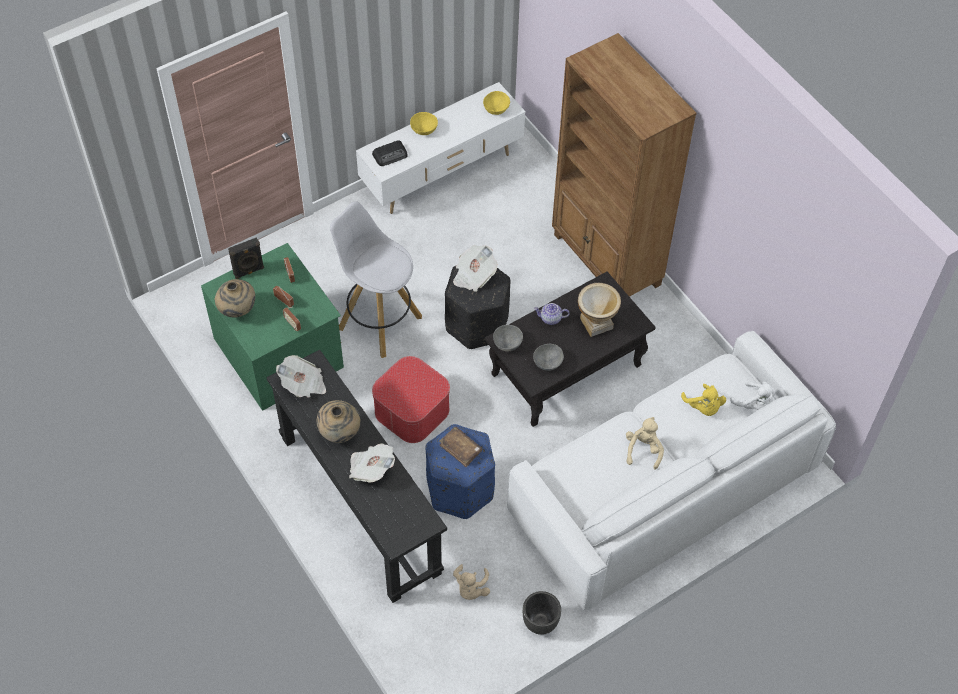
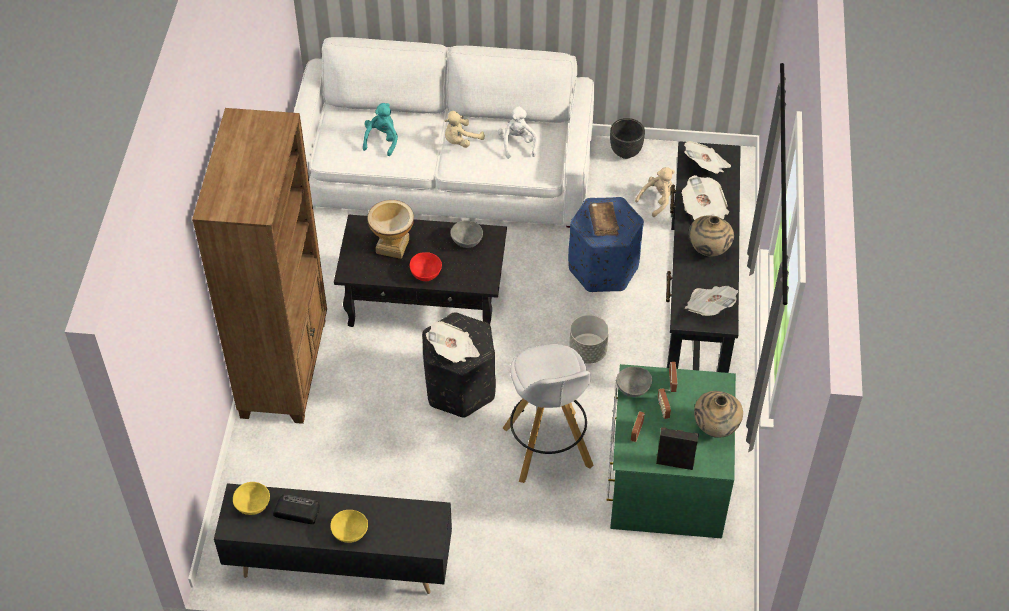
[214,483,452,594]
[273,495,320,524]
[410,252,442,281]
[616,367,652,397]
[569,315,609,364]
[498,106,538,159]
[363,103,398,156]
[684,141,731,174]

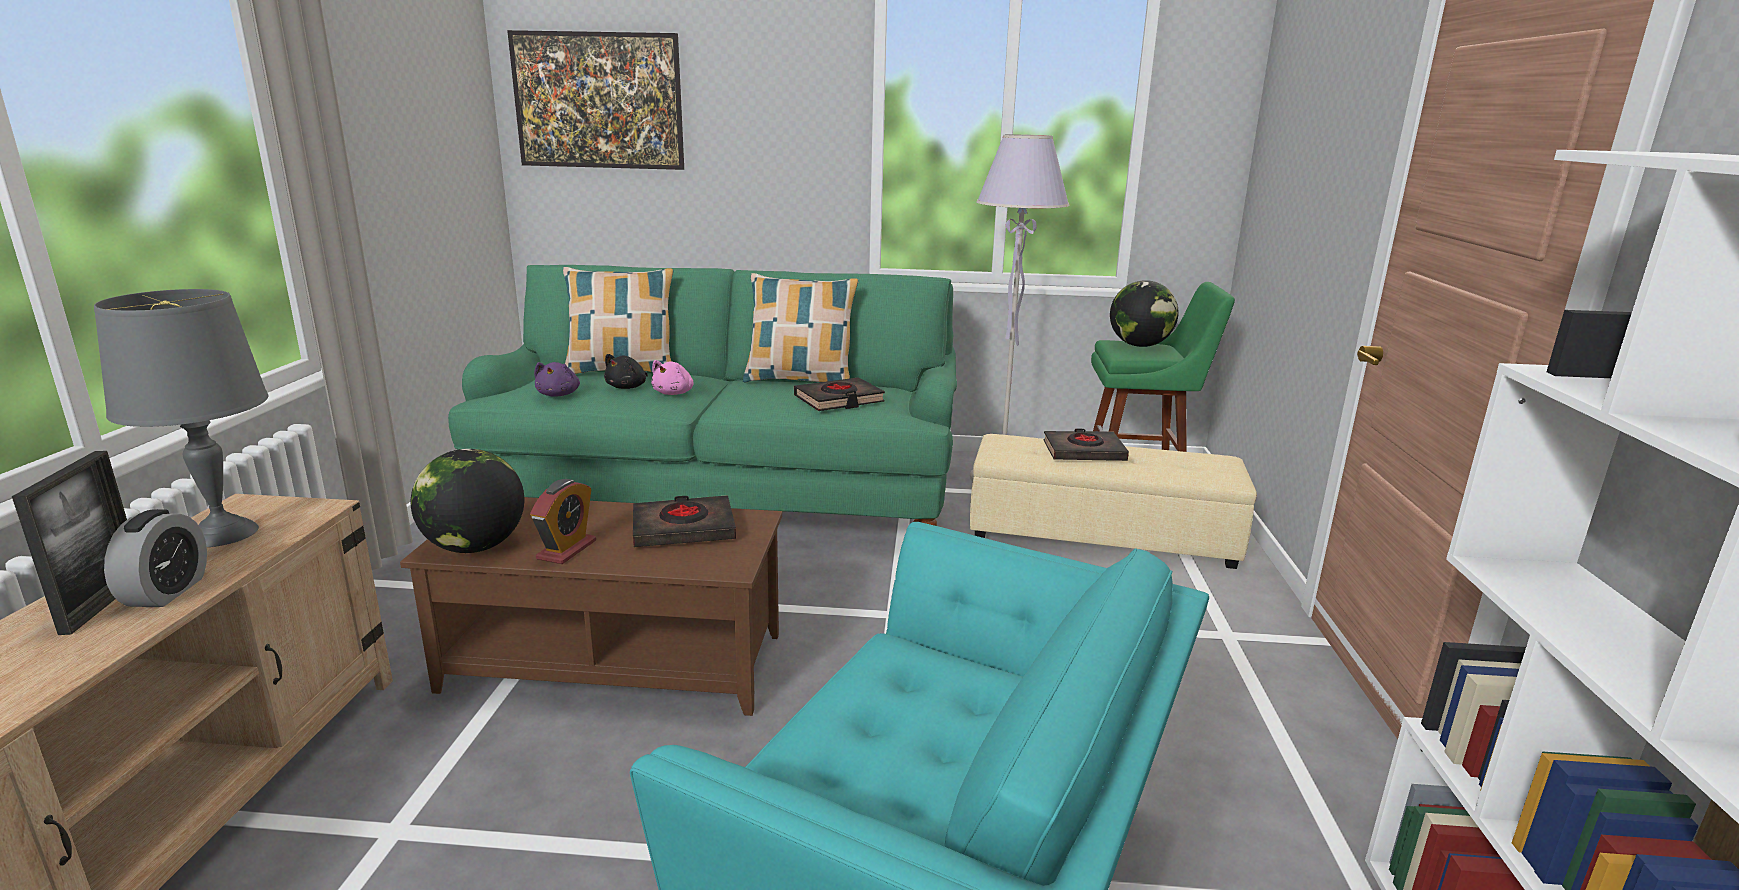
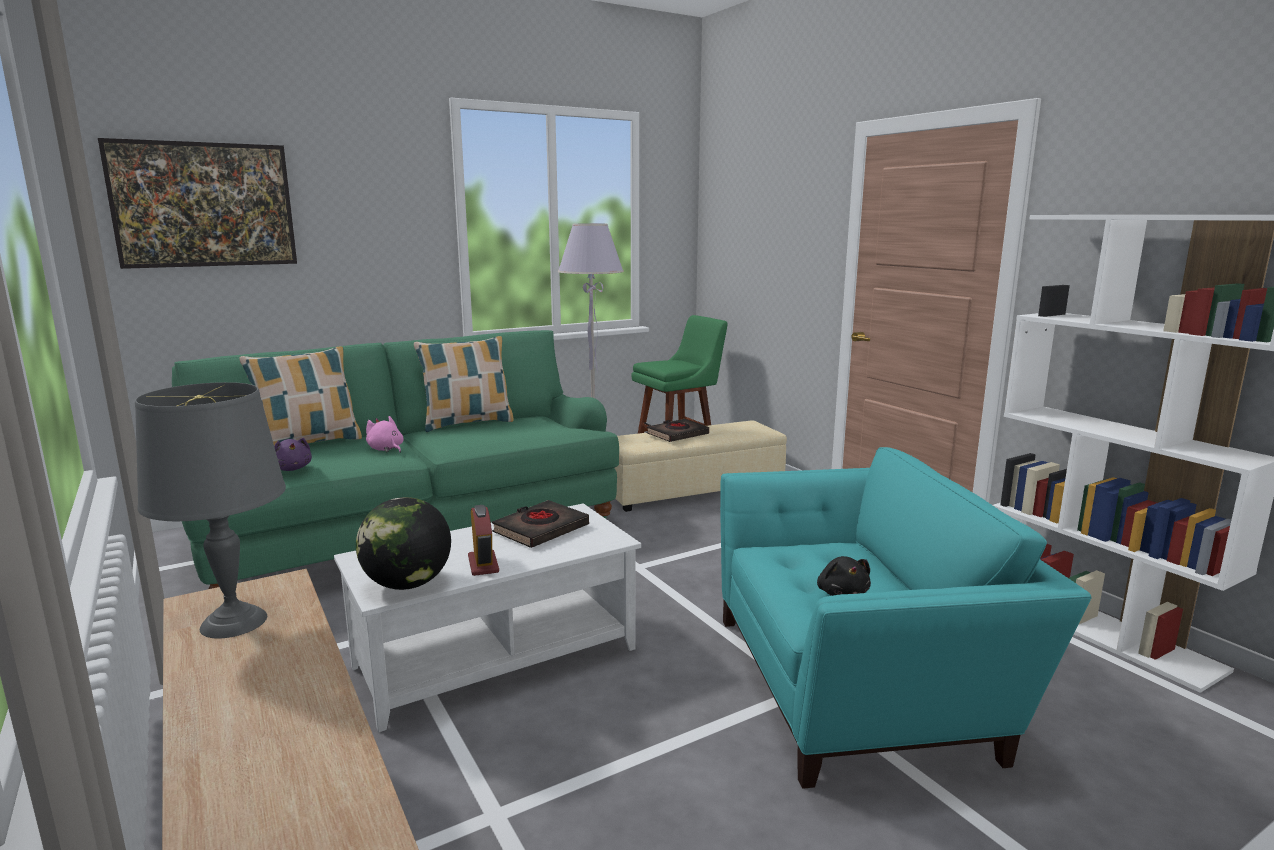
[1110,280,1179,347] (first image)
[817,556,871,596]
[366,416,404,453]
[794,377,885,411] (first image)
[12,451,127,635] (first image)
[334,503,641,732]
[104,509,207,607] (first image)

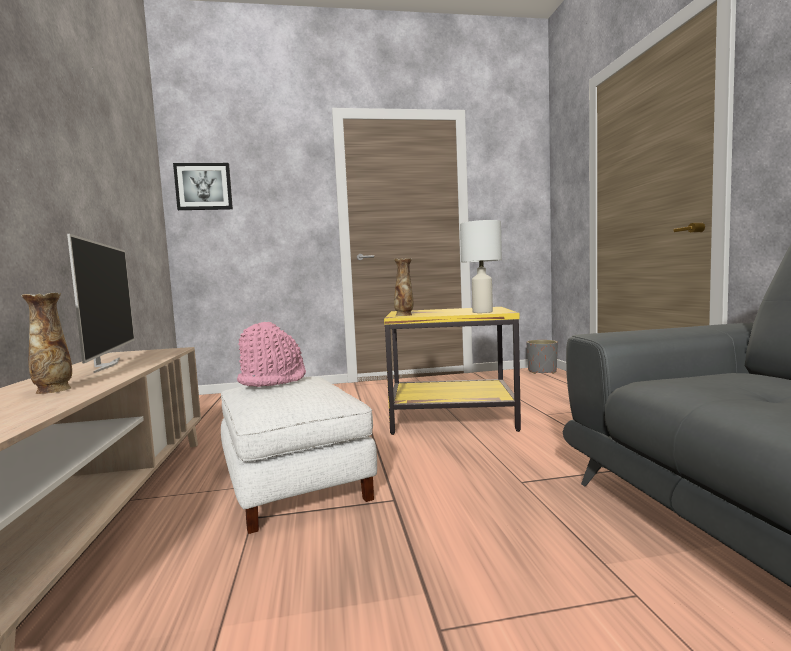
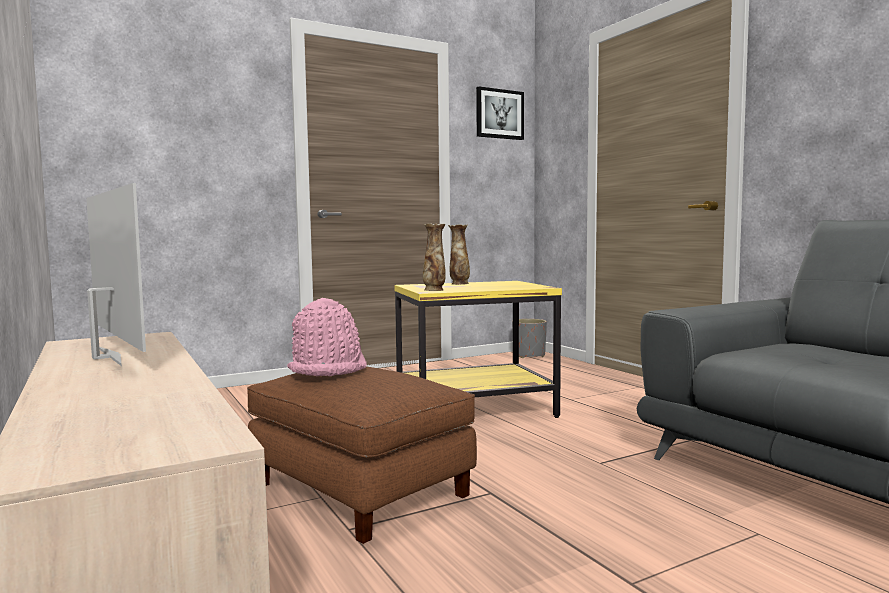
[476,86,524,140]
[460,220,502,313] (first image)
[448,224,470,285]
[247,366,477,544]

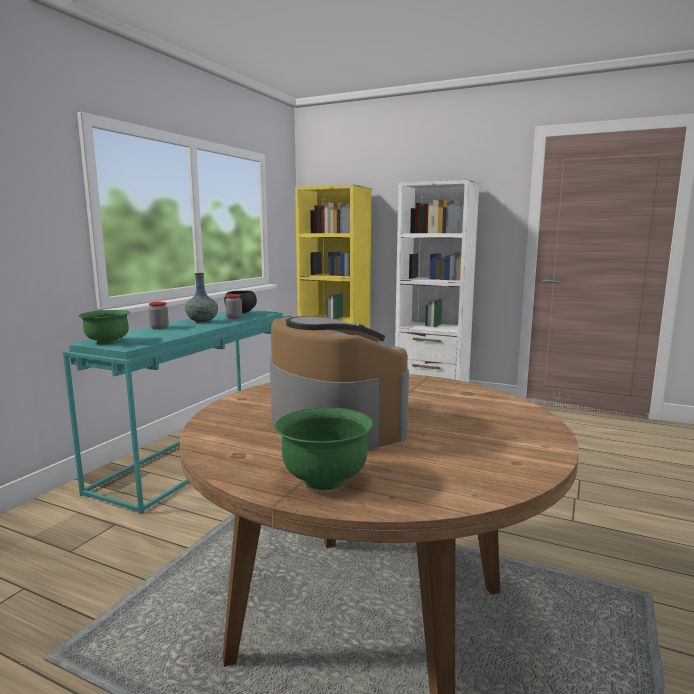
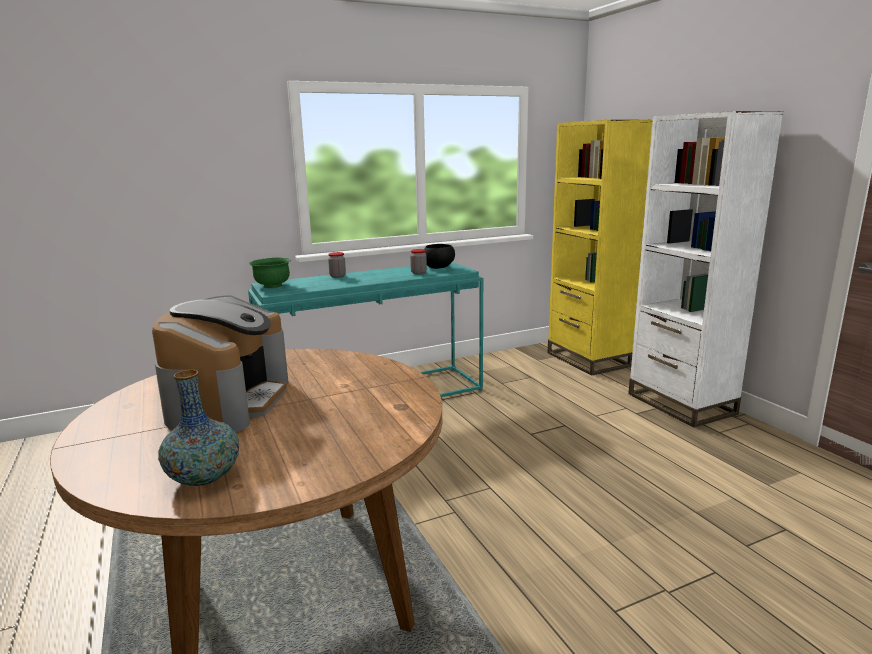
[158,370,239,486]
[274,407,373,490] (first image)

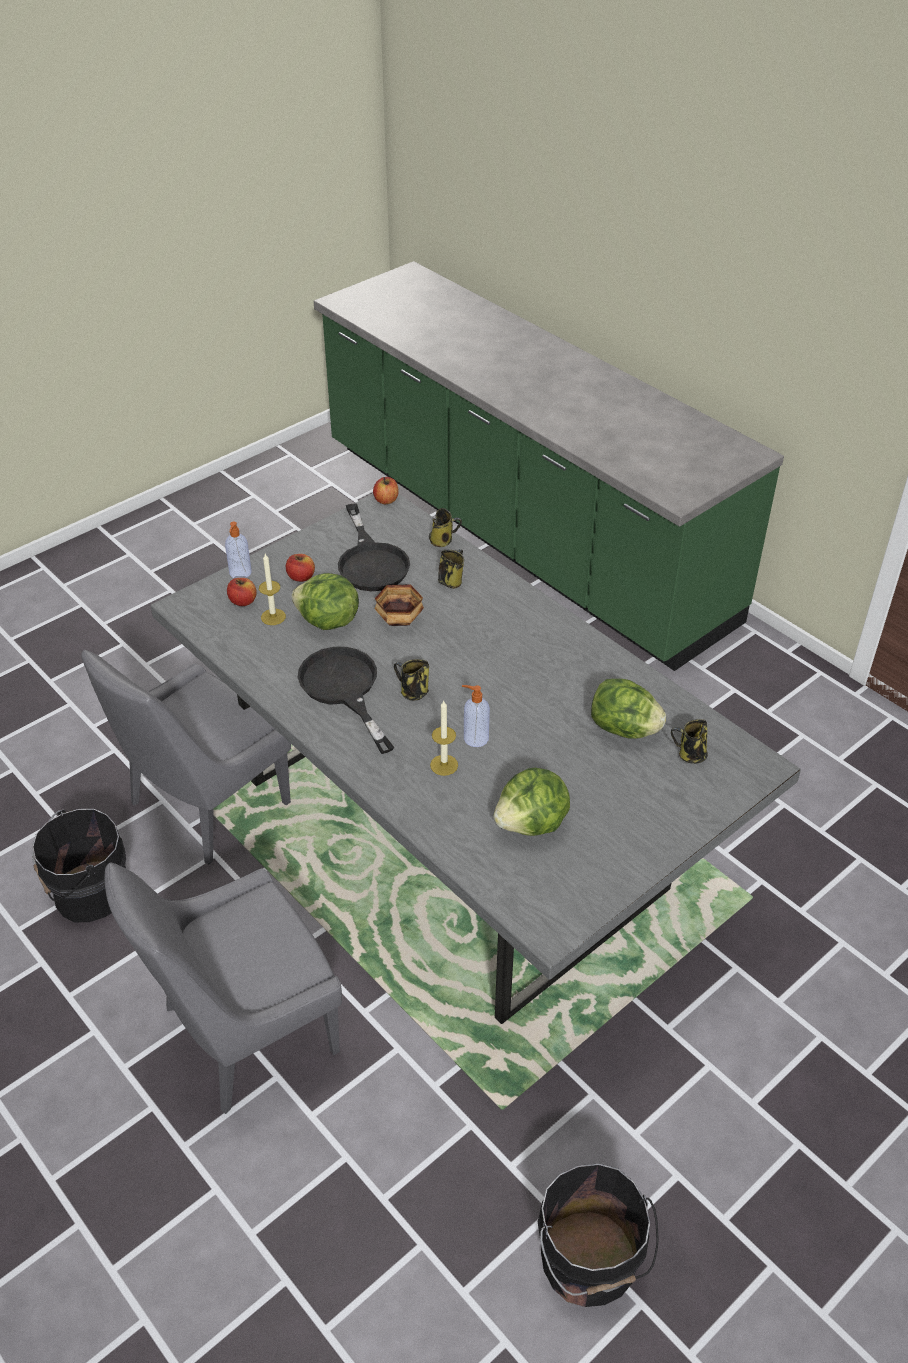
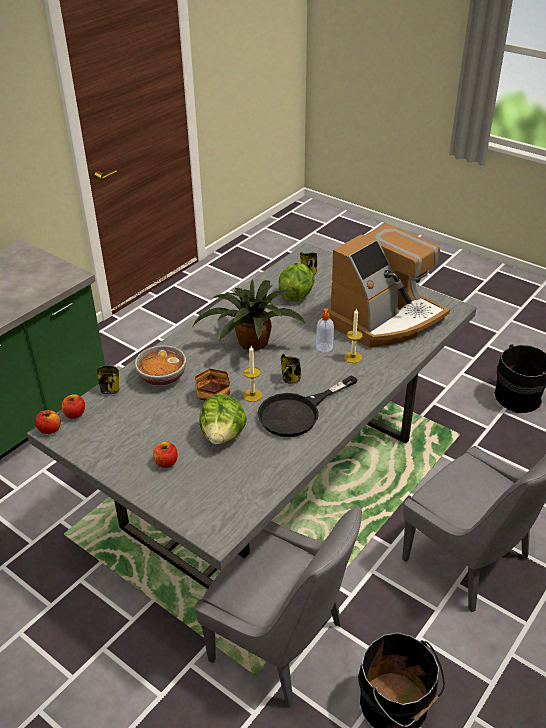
[338,503,410,591] (first image)
[225,522,252,578] (first image)
[135,345,186,386]
[243,346,263,402]
[62,394,85,419]
[328,223,450,348]
[193,279,306,351]

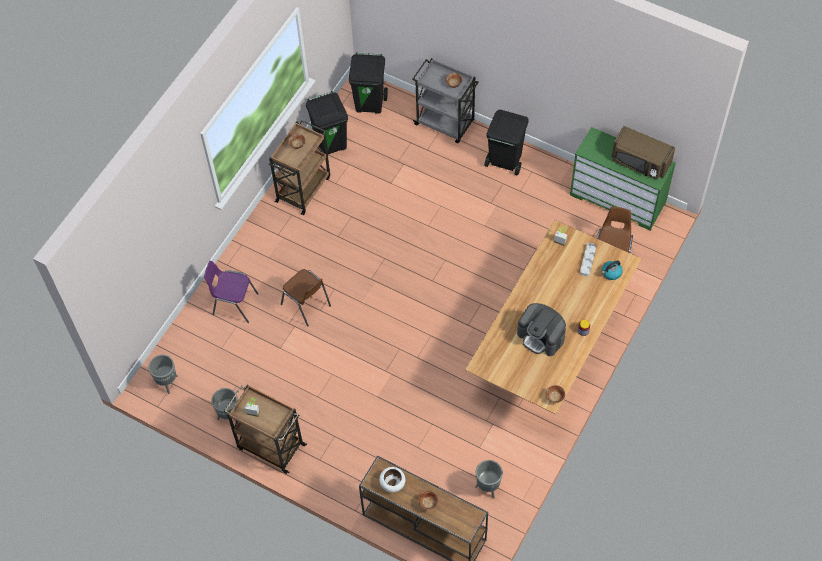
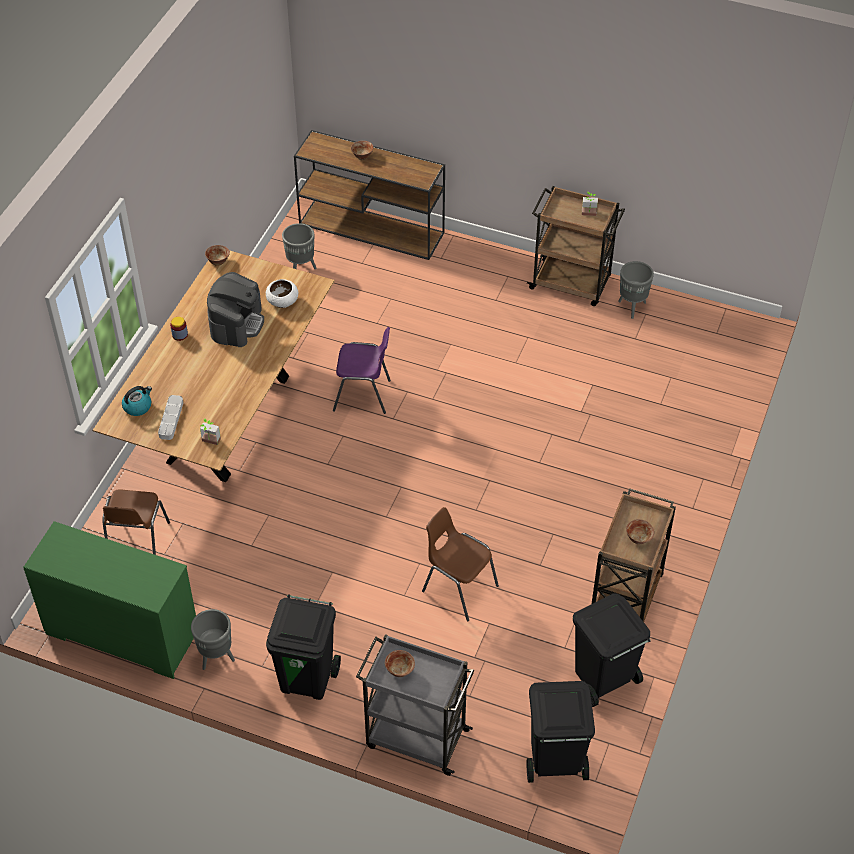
[612,126,675,180] (first image)
[333,327,391,414]
[422,507,499,621]
[207,272,264,347]
[191,609,235,670]
[266,279,298,308]

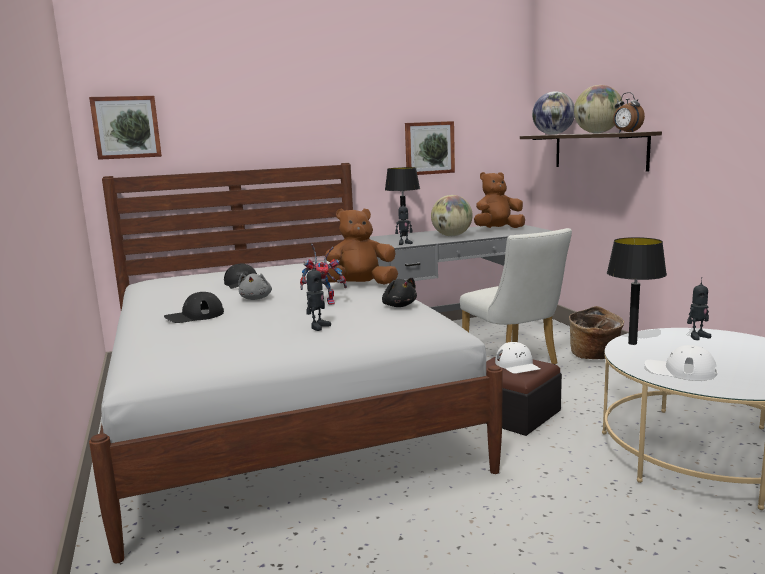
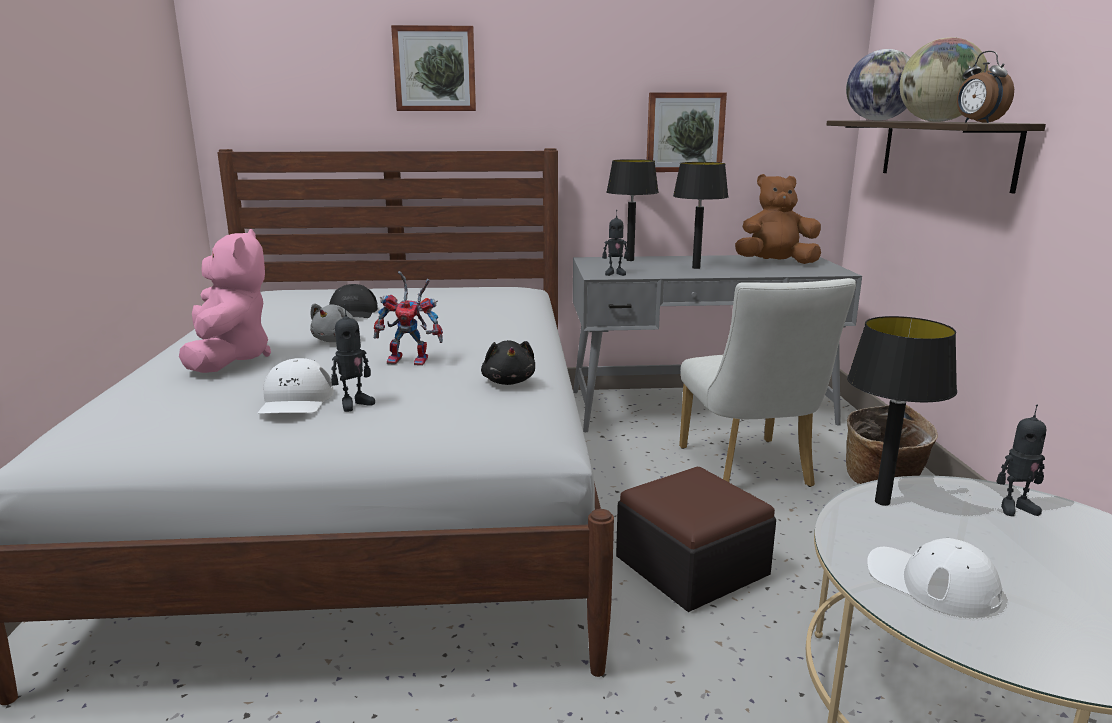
[391,25,476,111]
[673,162,729,269]
[325,208,398,285] (first image)
[179,229,271,373]
[258,358,334,414]

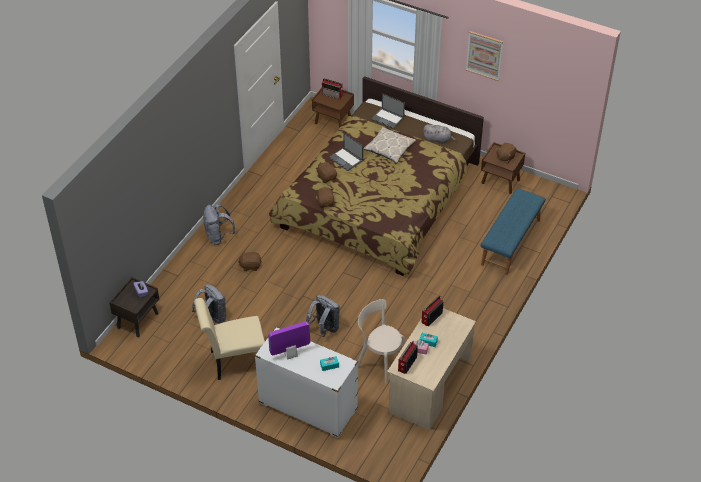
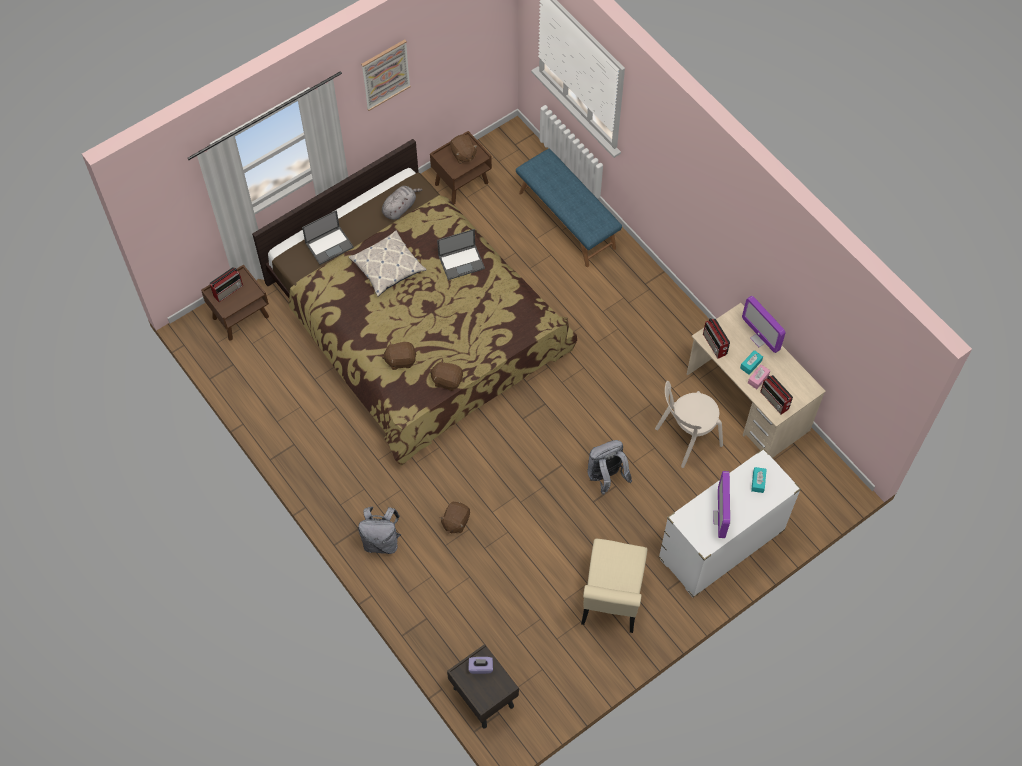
[437,229,485,280]
[192,284,226,324] (first image)
[742,296,785,353]

